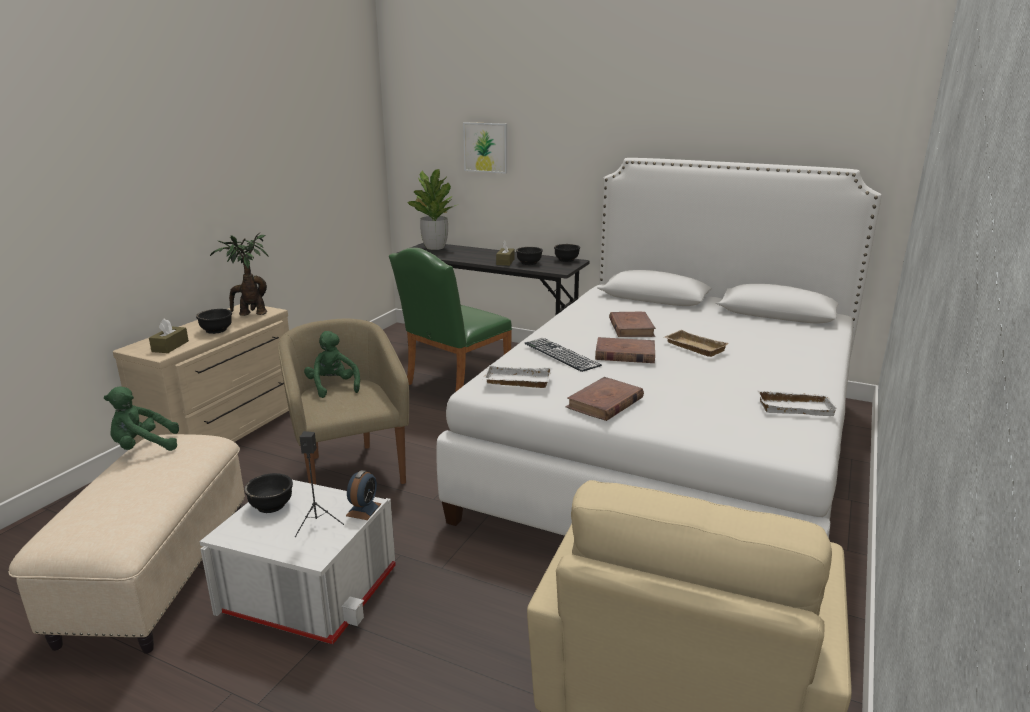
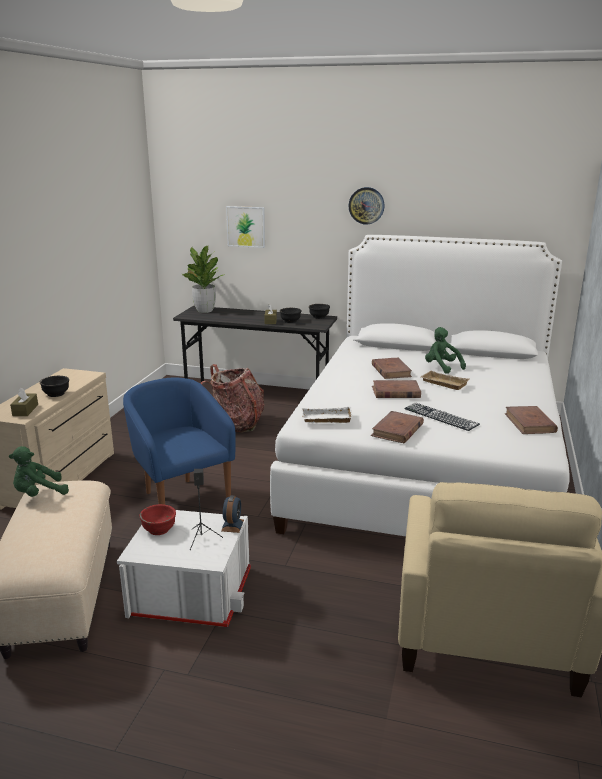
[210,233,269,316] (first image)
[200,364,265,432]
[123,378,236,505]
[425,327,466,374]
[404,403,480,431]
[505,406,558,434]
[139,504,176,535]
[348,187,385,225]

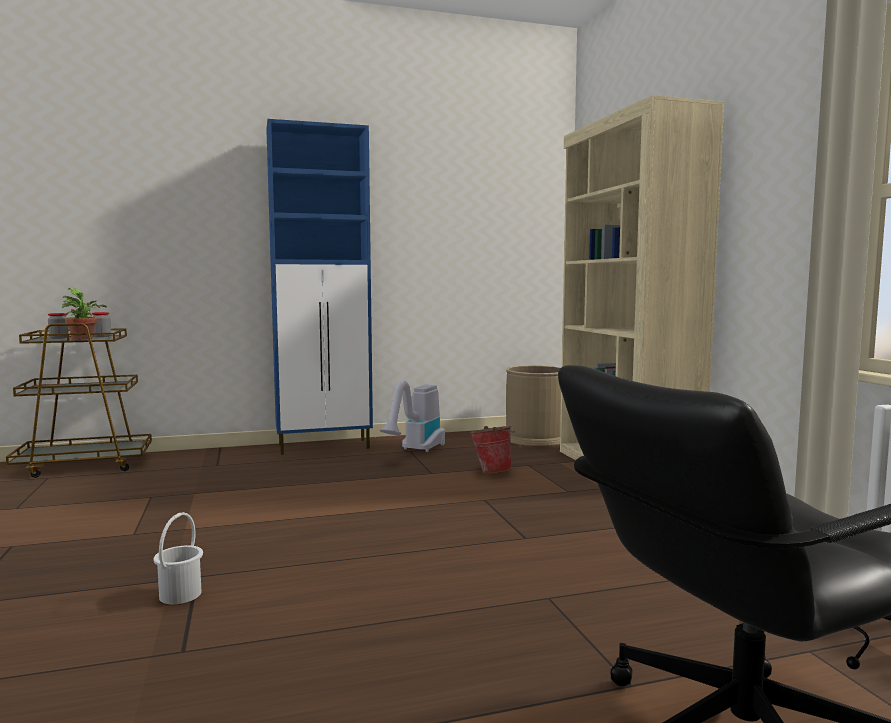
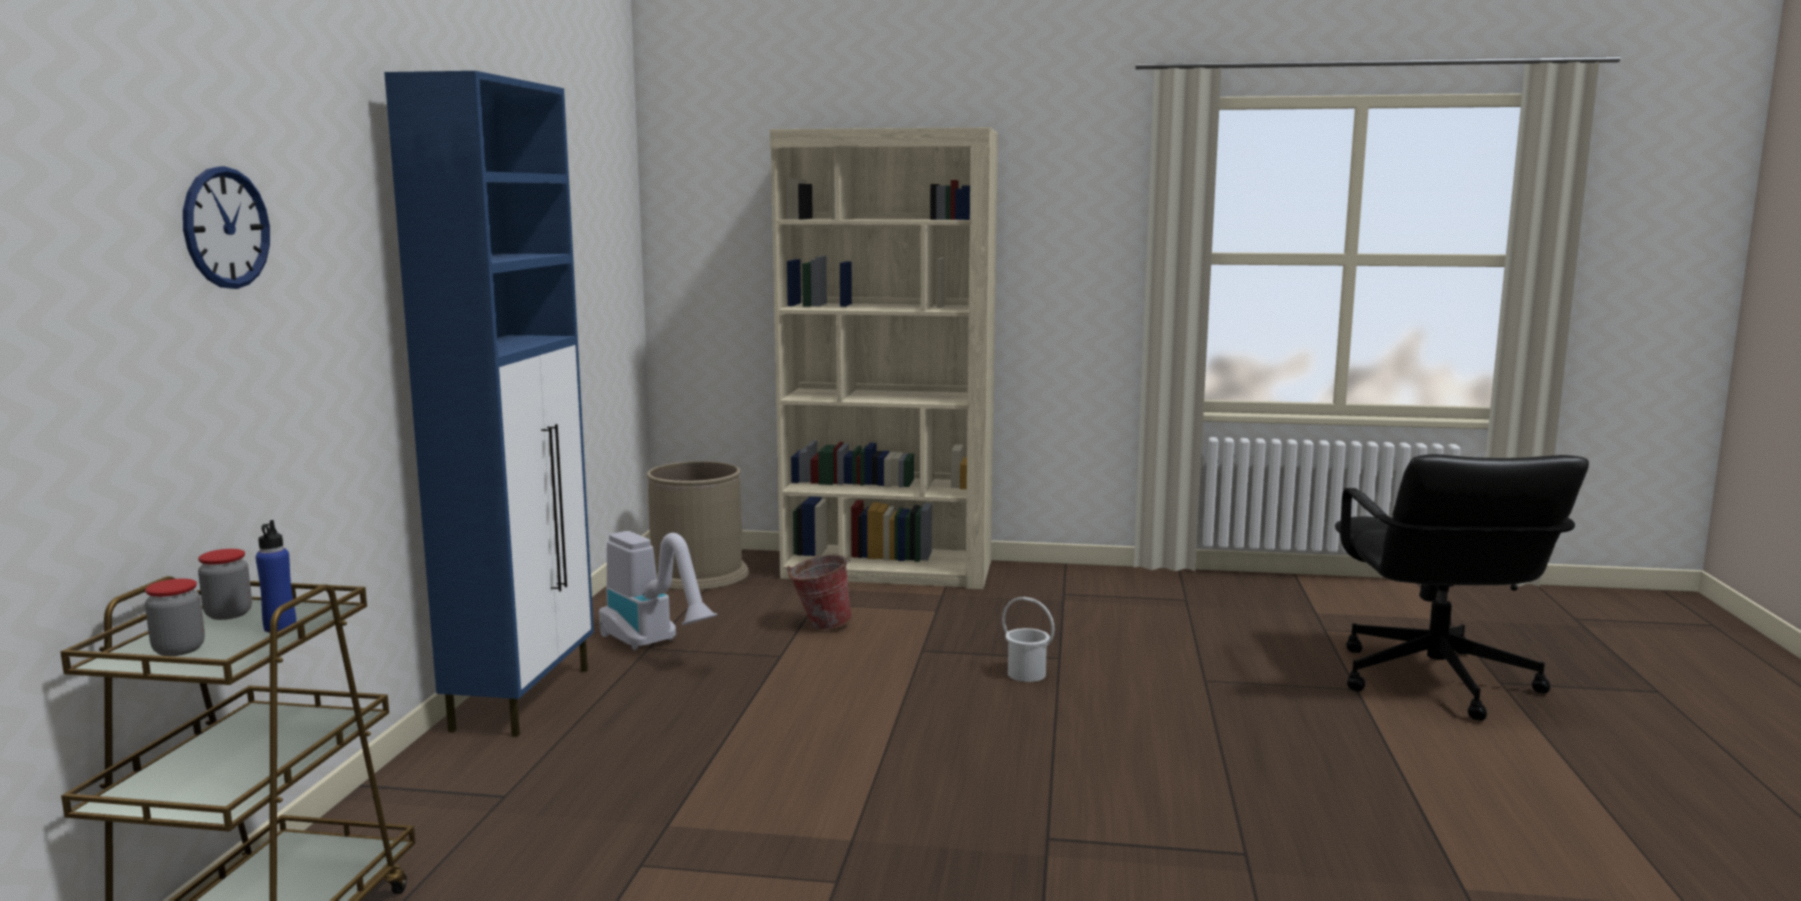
[256,520,296,633]
[1002,597,1054,682]
[183,166,270,289]

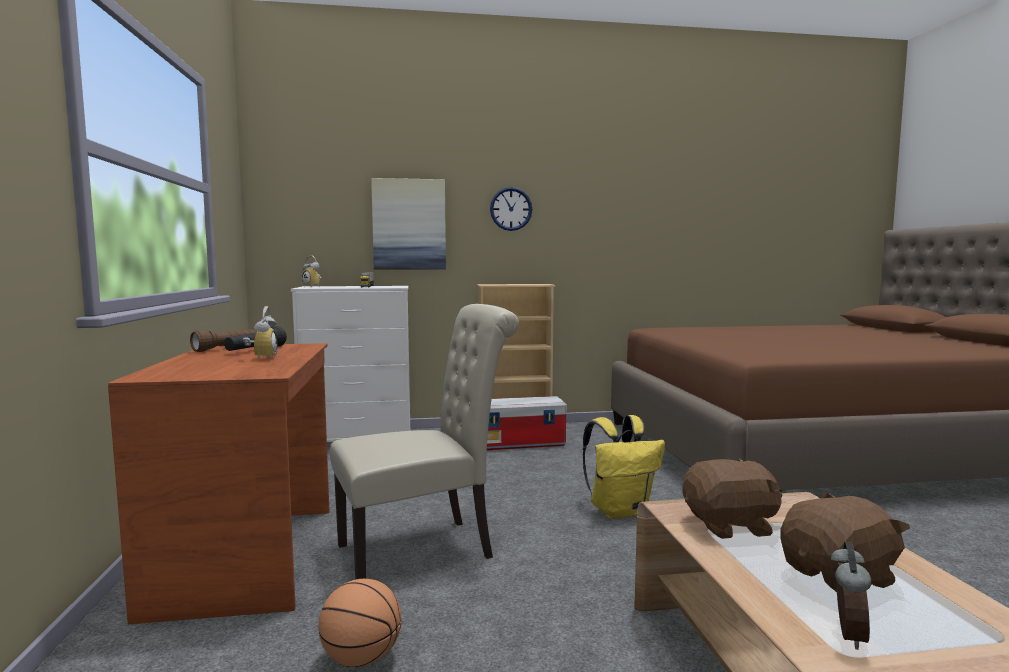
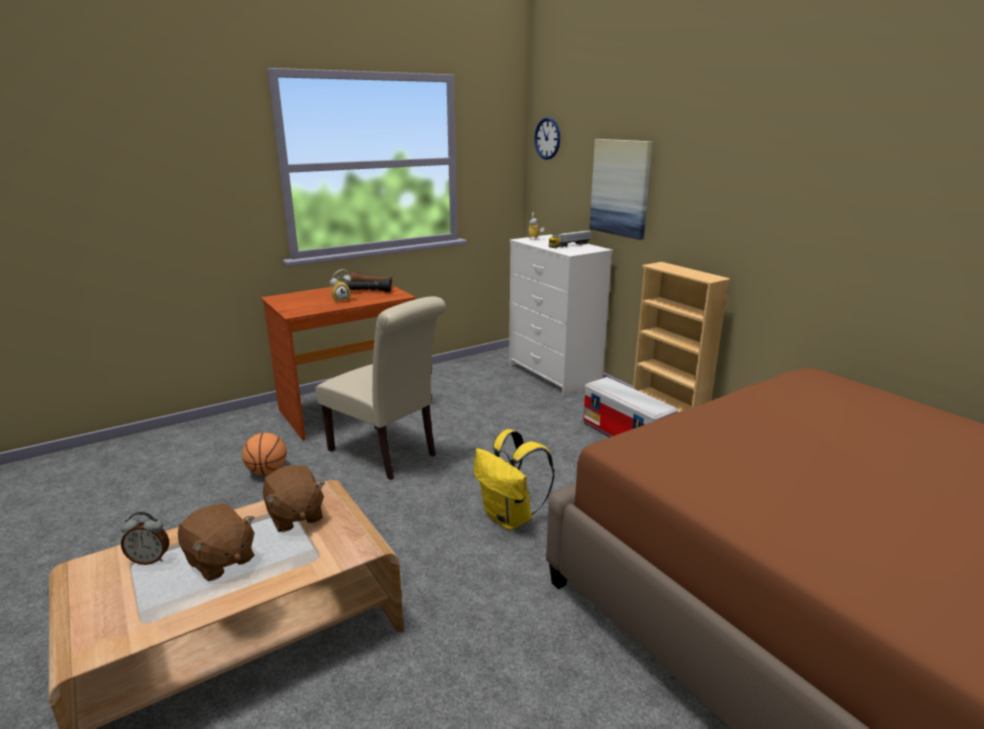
[535,117,560,160]

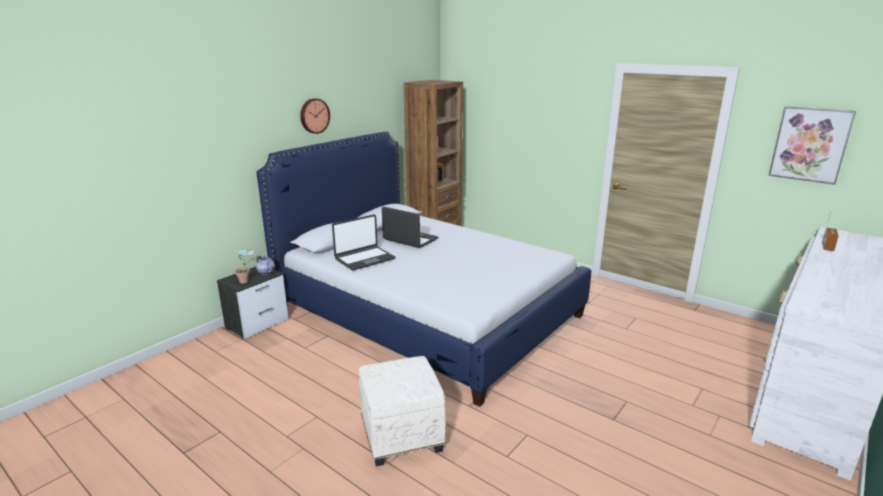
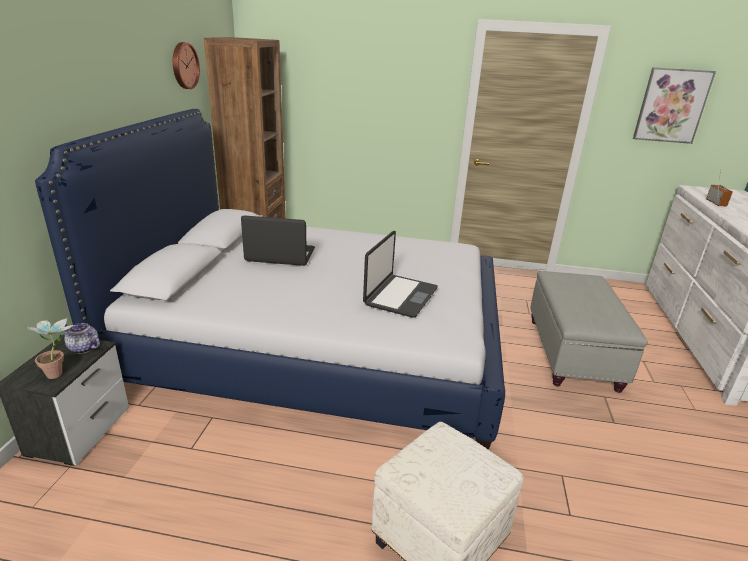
[173,42,200,89]
[363,231,438,318]
[530,271,648,393]

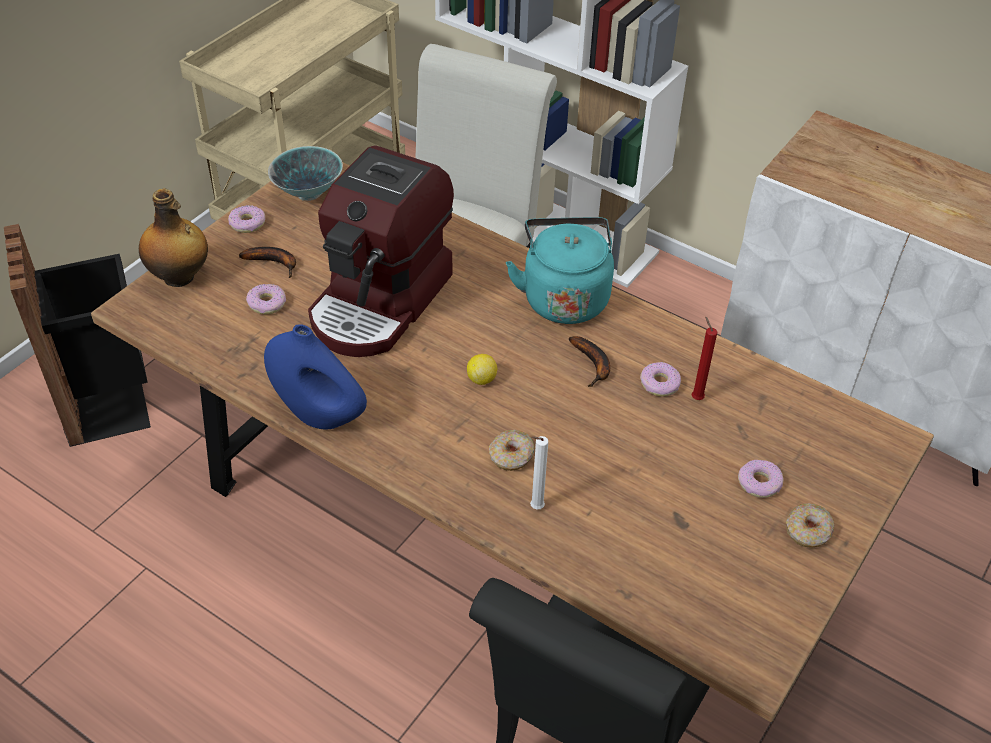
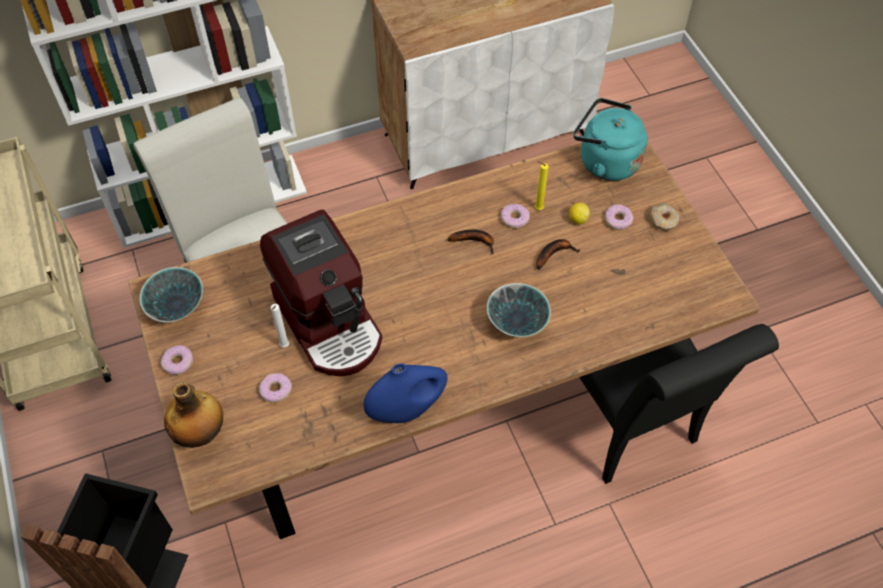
[573,98,647,181]
[536,239,580,270]
[535,161,549,210]
[569,203,590,224]
[487,283,551,337]
[271,304,289,348]

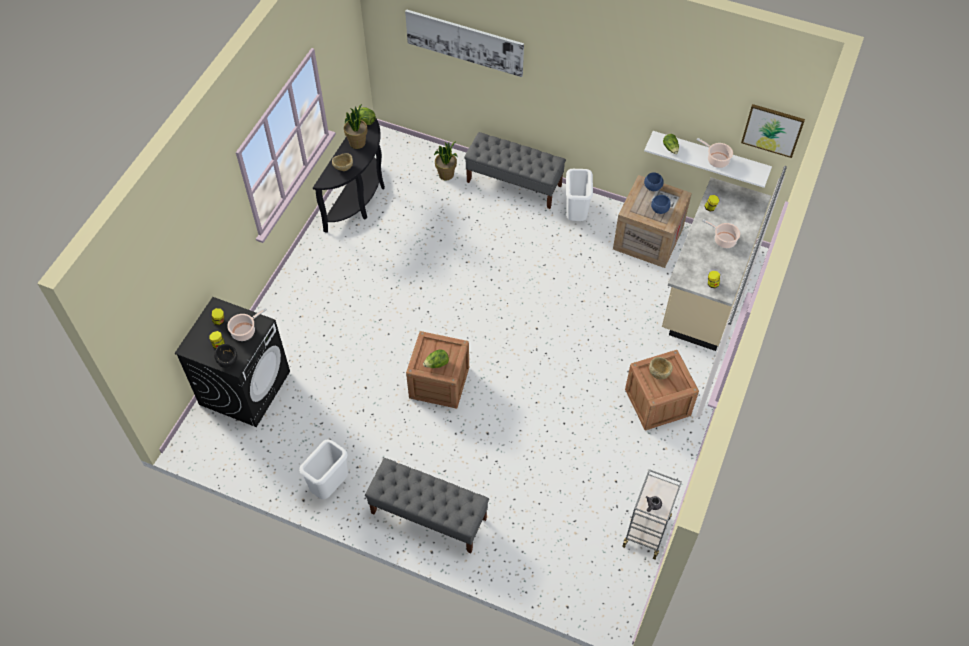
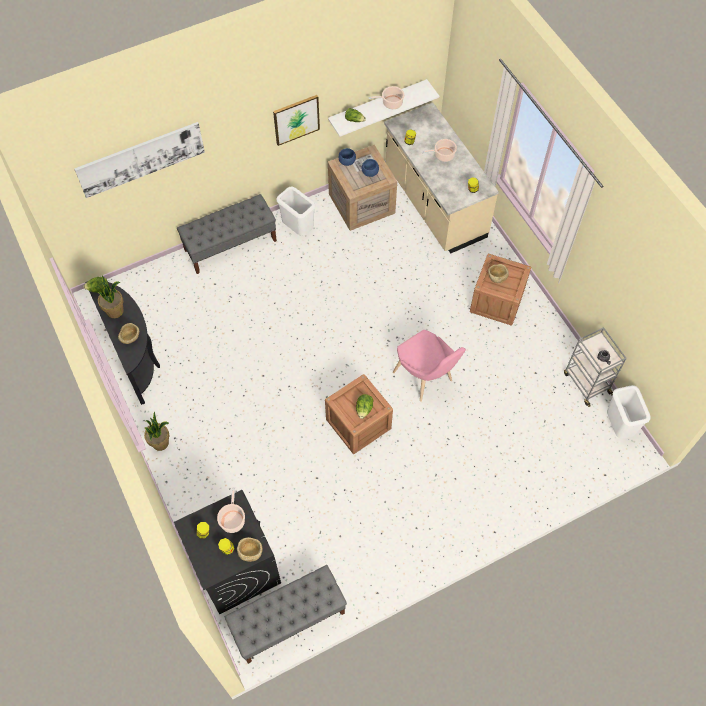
[273,95,320,146]
[144,412,169,451]
[237,537,262,562]
[607,385,651,439]
[225,565,347,664]
[393,330,466,402]

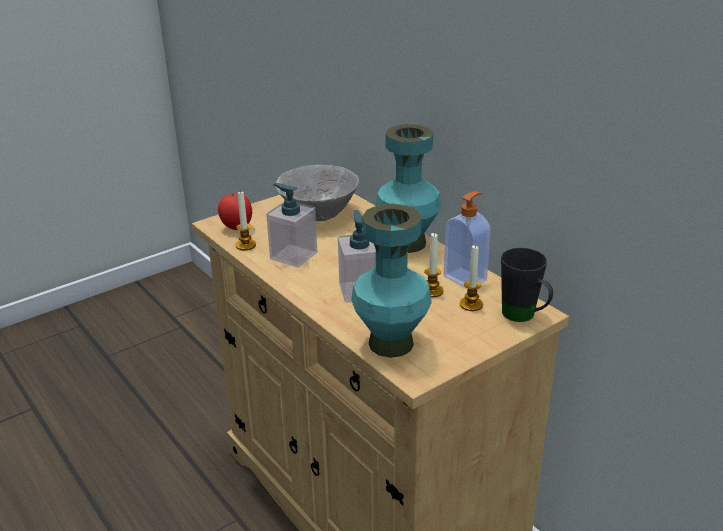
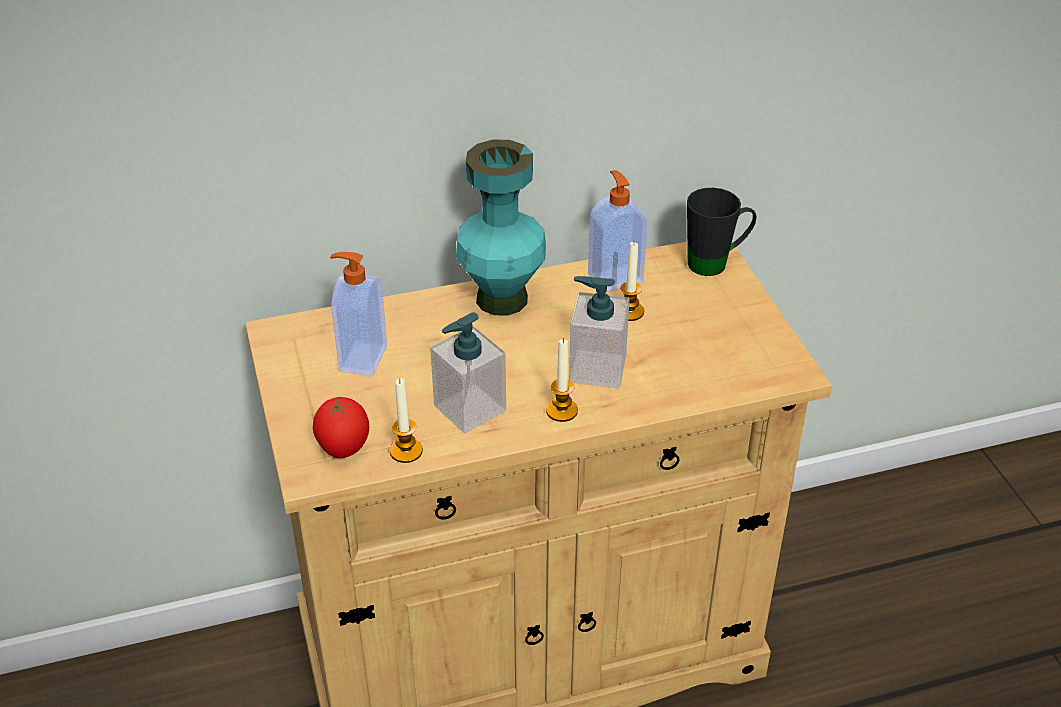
[330,252,387,376]
[351,204,432,358] (first image)
[546,339,578,422]

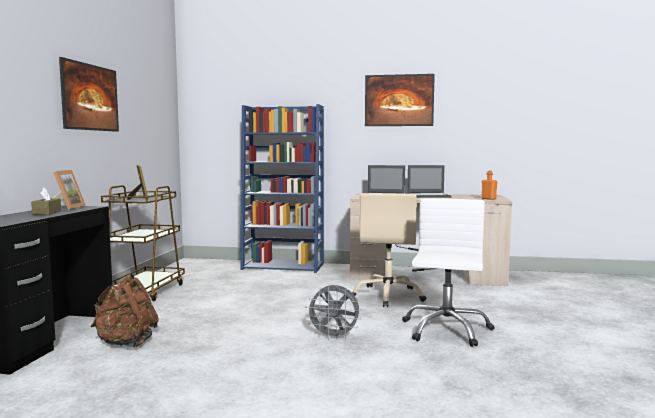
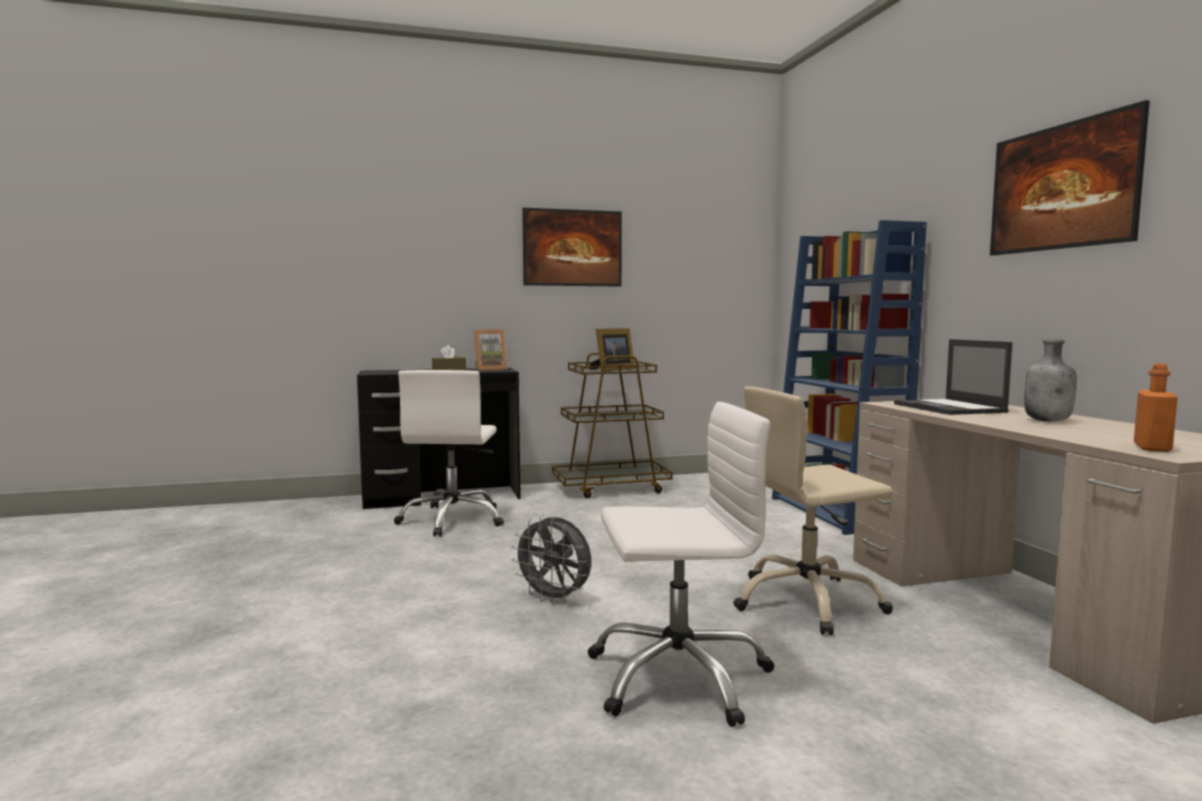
[1024,340,1077,422]
[394,370,504,537]
[512,516,591,605]

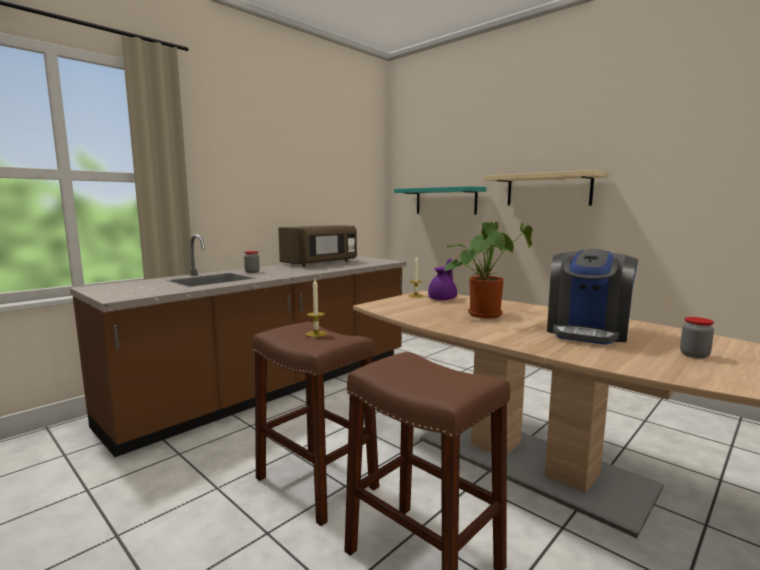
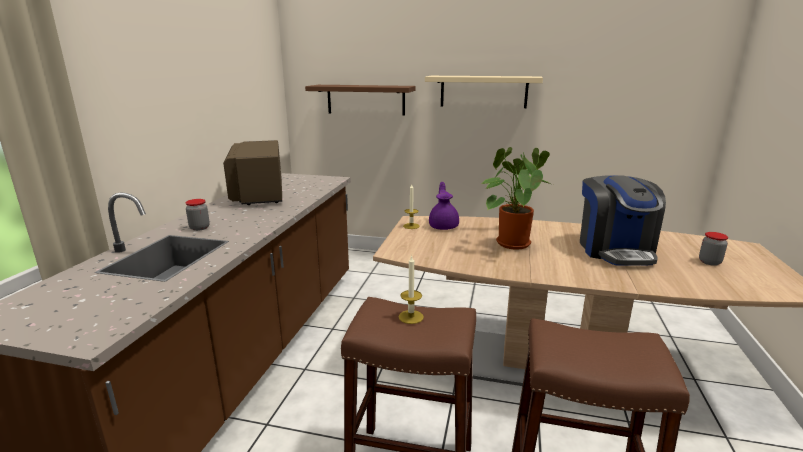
[305,85,416,116]
[223,140,282,205]

